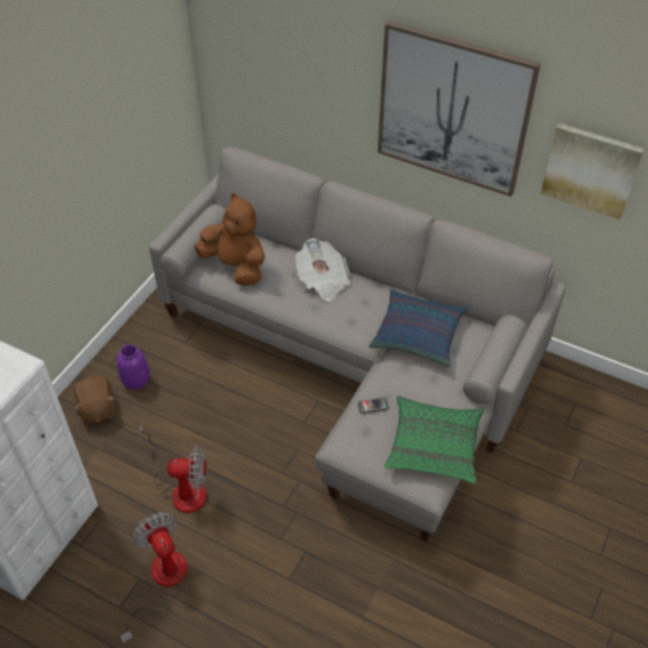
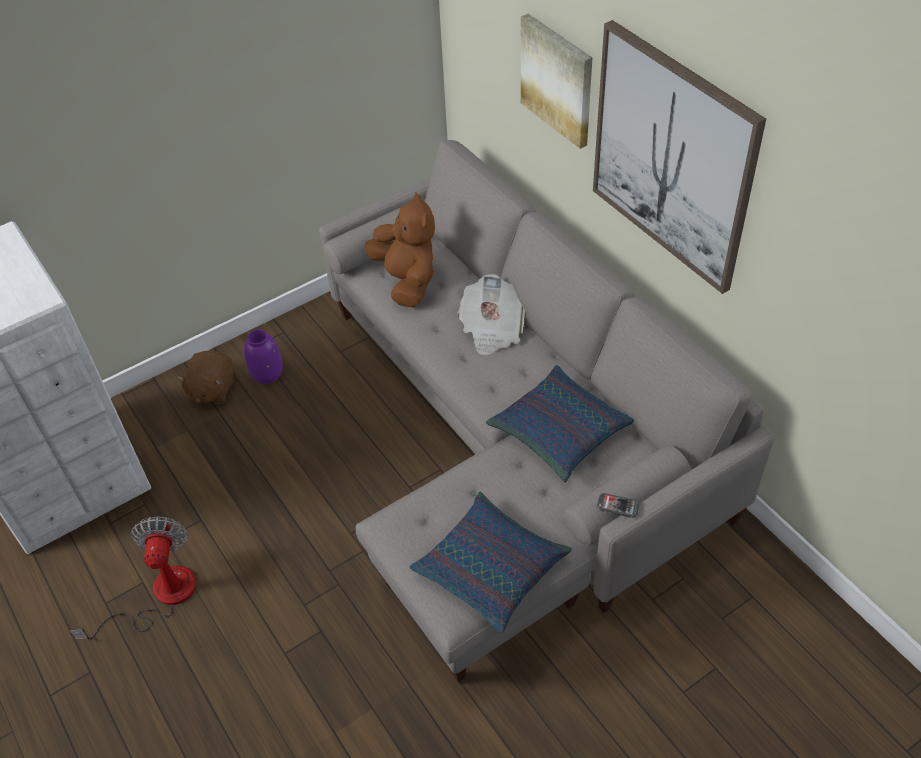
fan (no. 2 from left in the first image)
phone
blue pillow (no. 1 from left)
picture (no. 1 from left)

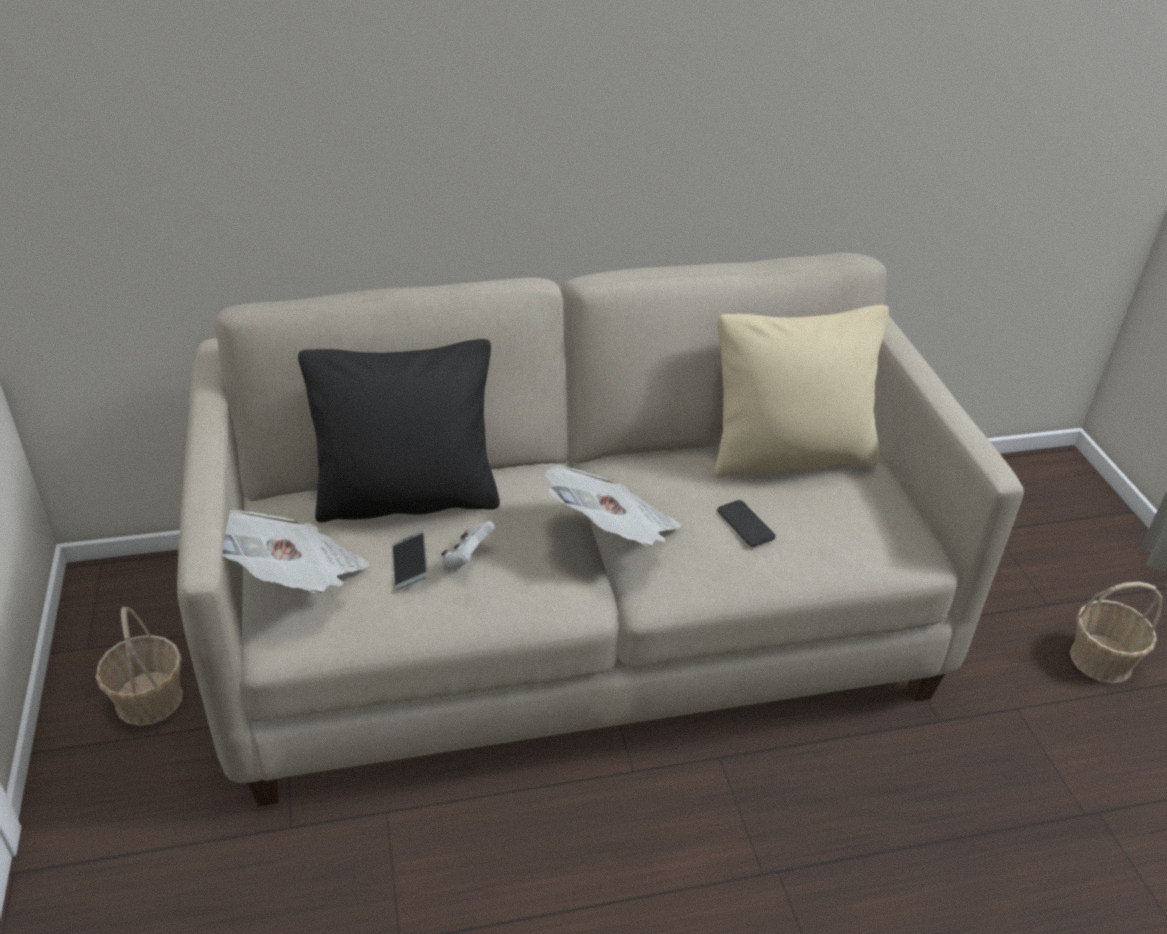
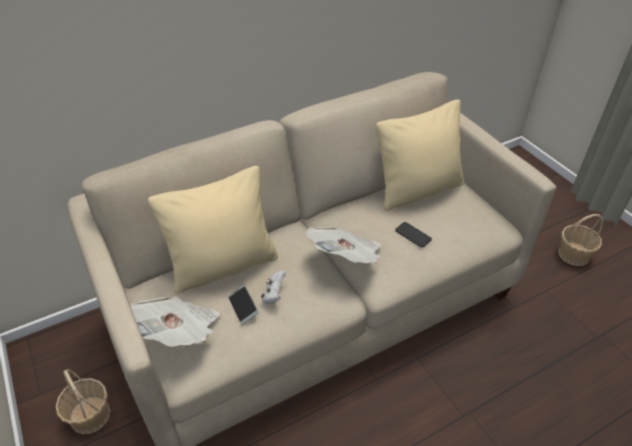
beige pillow (no. 1 from left)

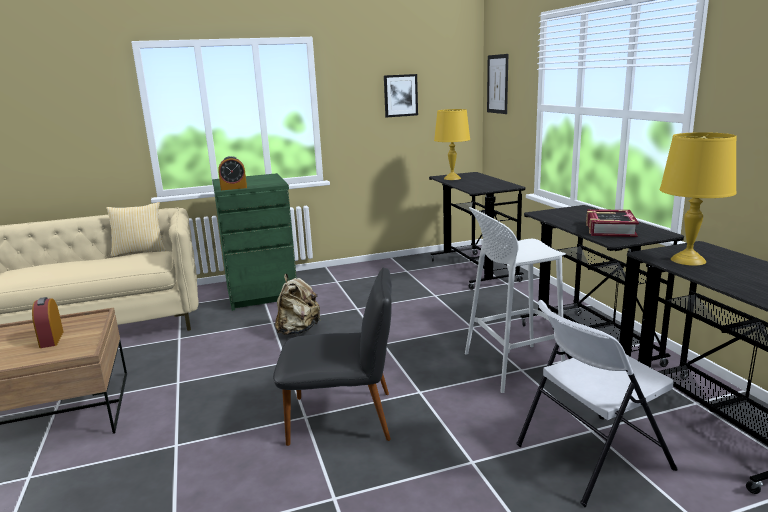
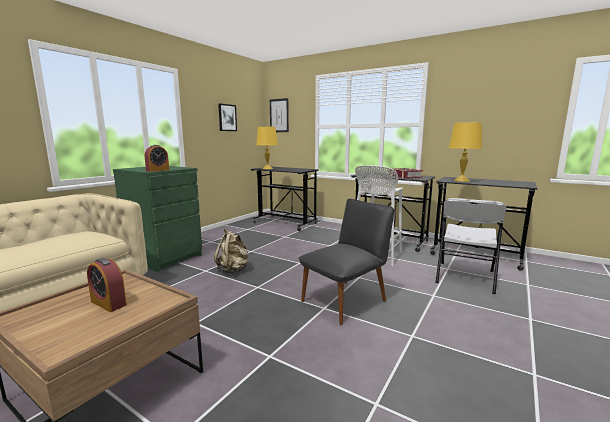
pillow

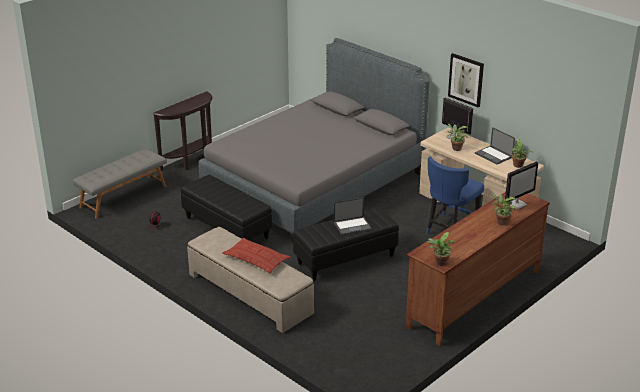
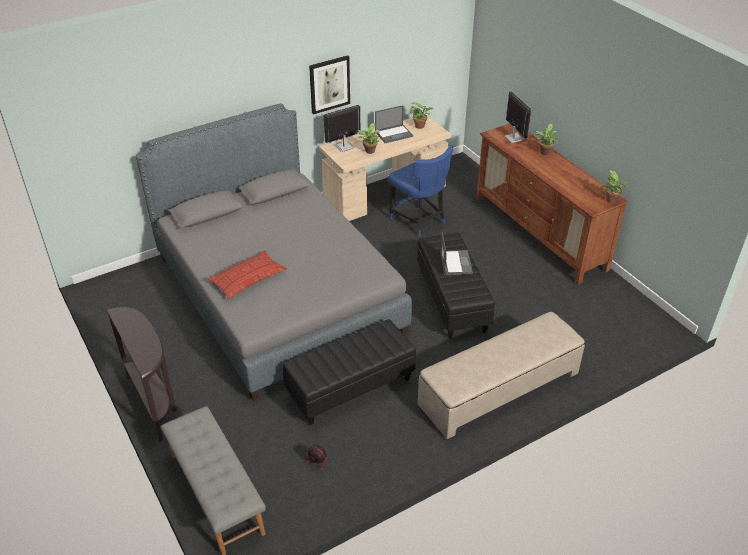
pillow

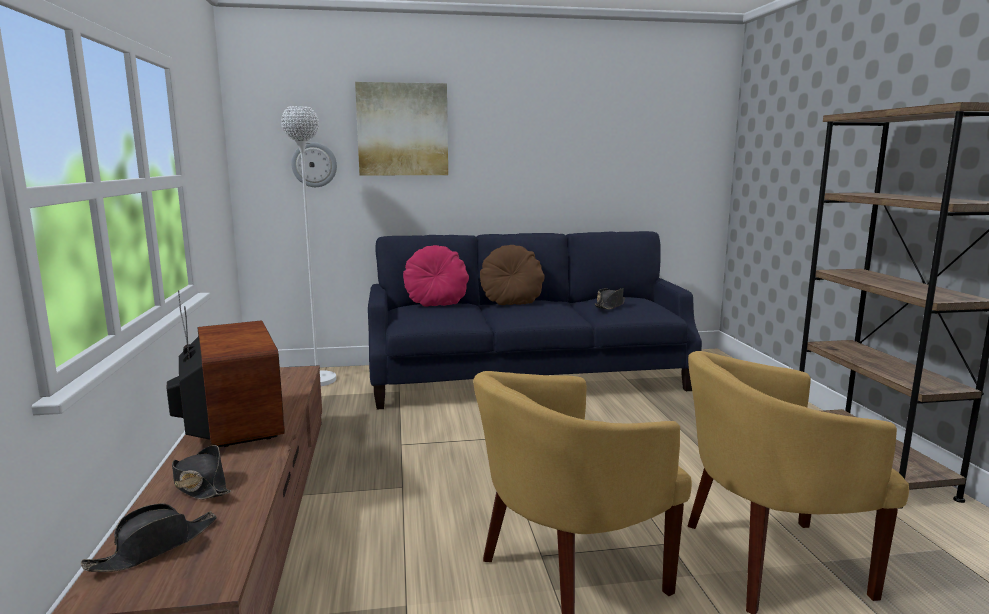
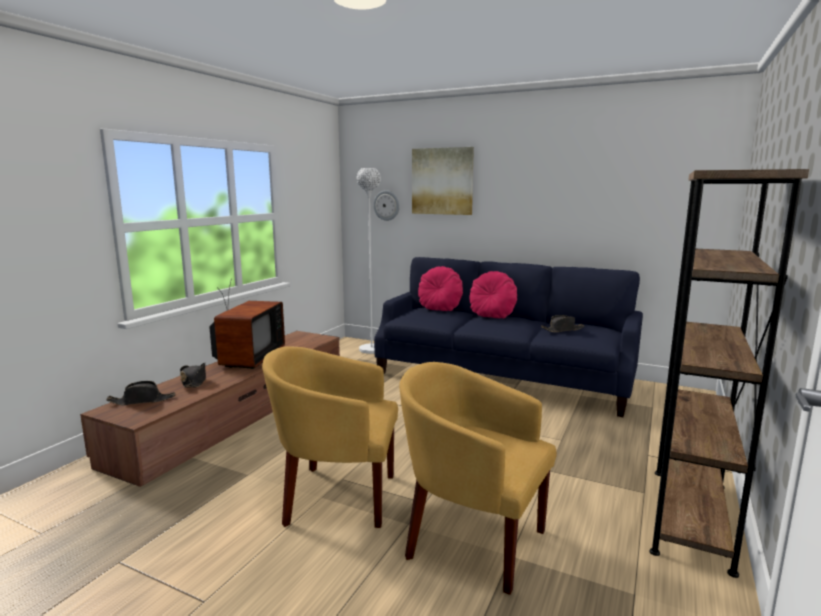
pink pillow (no. 2 from left)

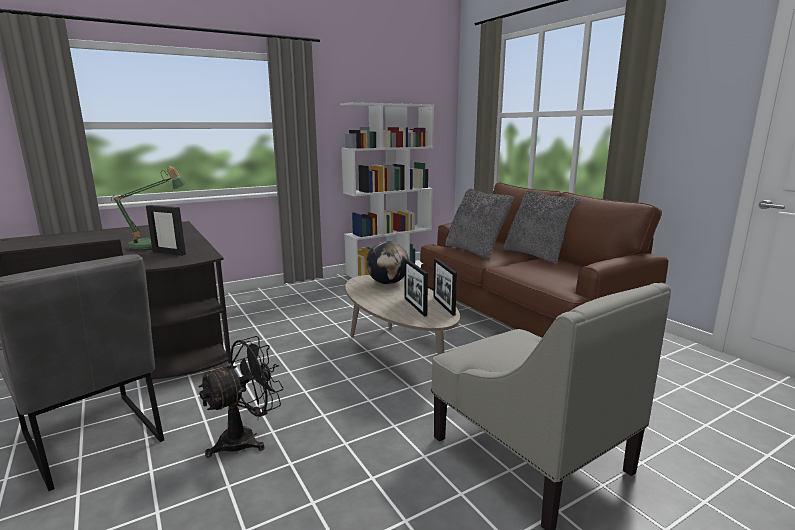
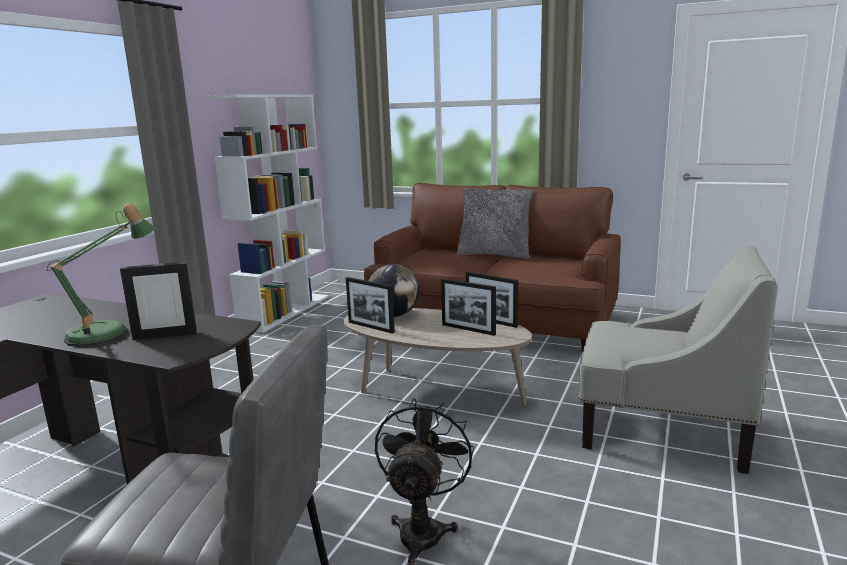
grey pillow (no. 1 from left in the first image)
picture frame (no. 2 from left)

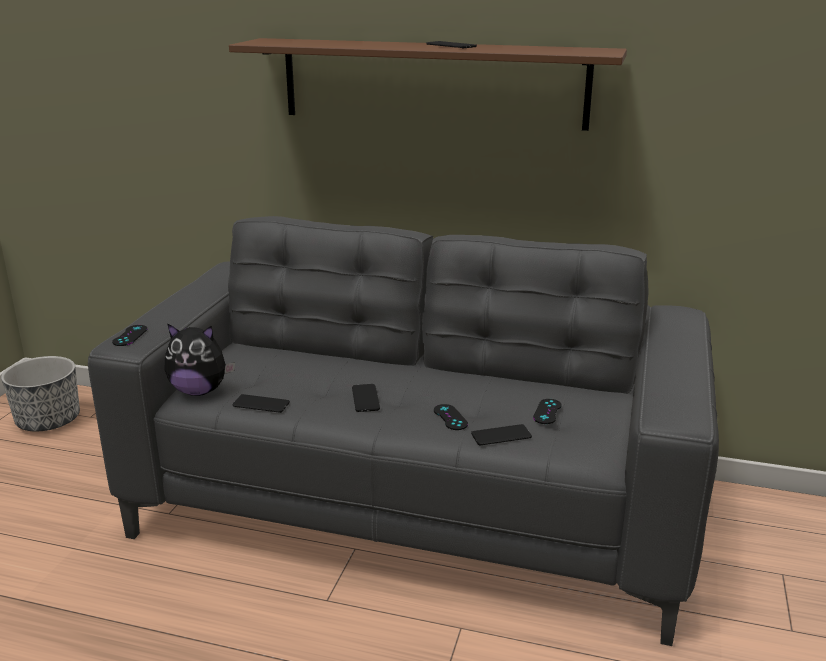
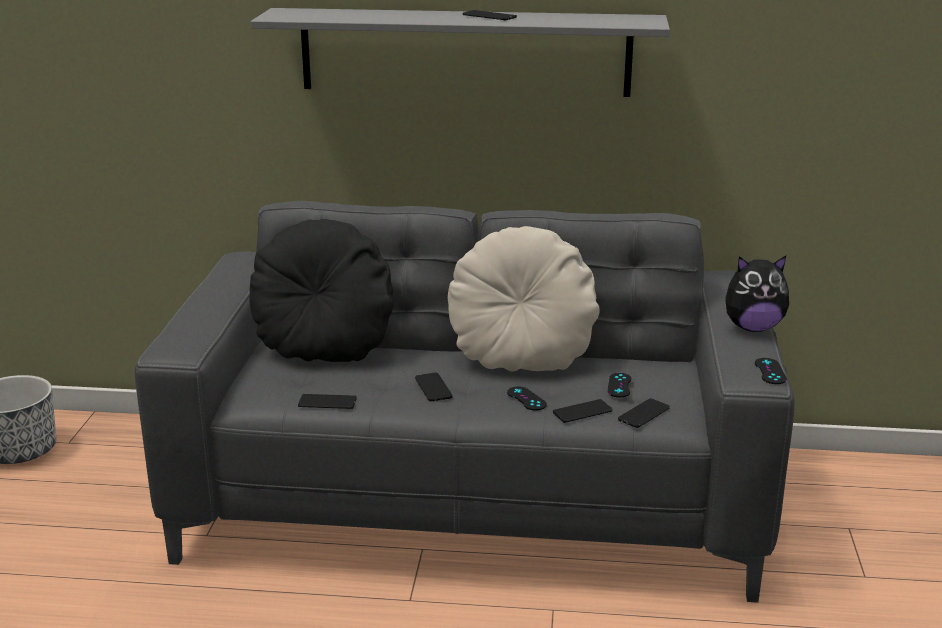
black game controller (no. 3 from left)
plush toy
grey shelf
black pillow
beige pillow
phone (no. 5 from left)

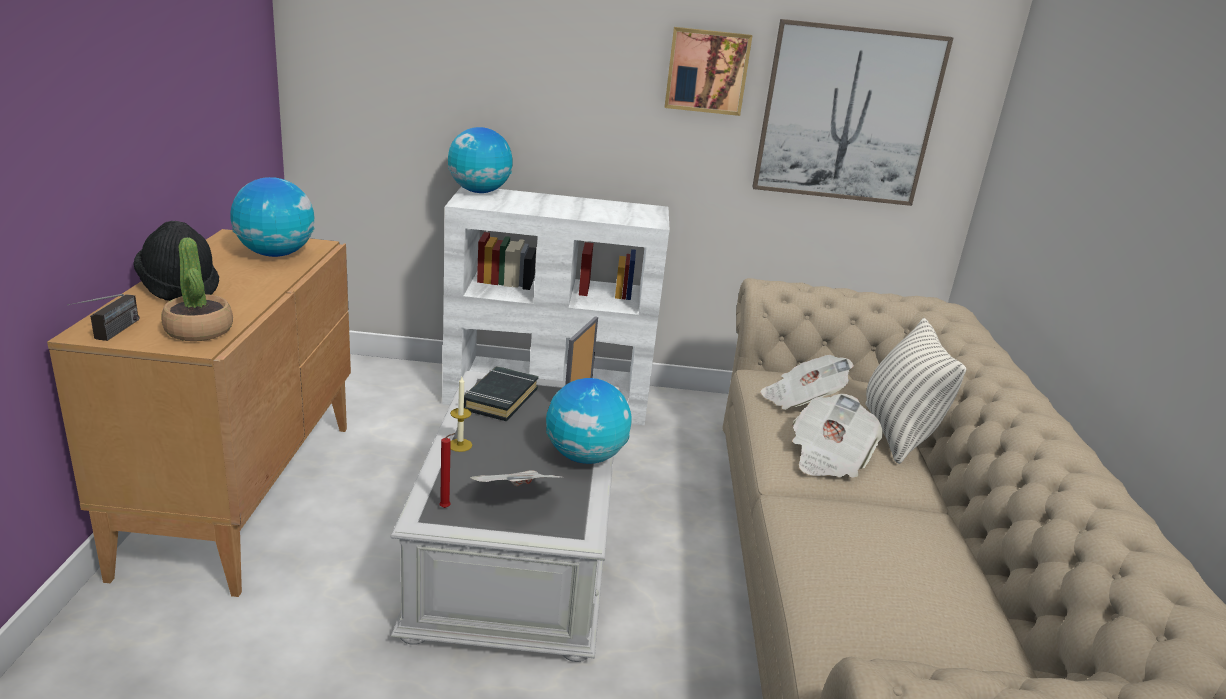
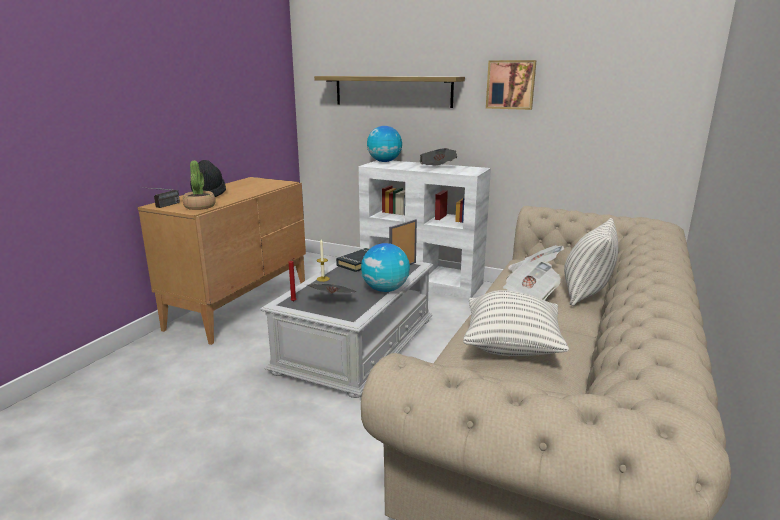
globe (no. 1 from left in the first image)
picture (no. 2 from left in the first image)
shelf
newspaper (no. 2 from left)
pillow (no. 1 from left)

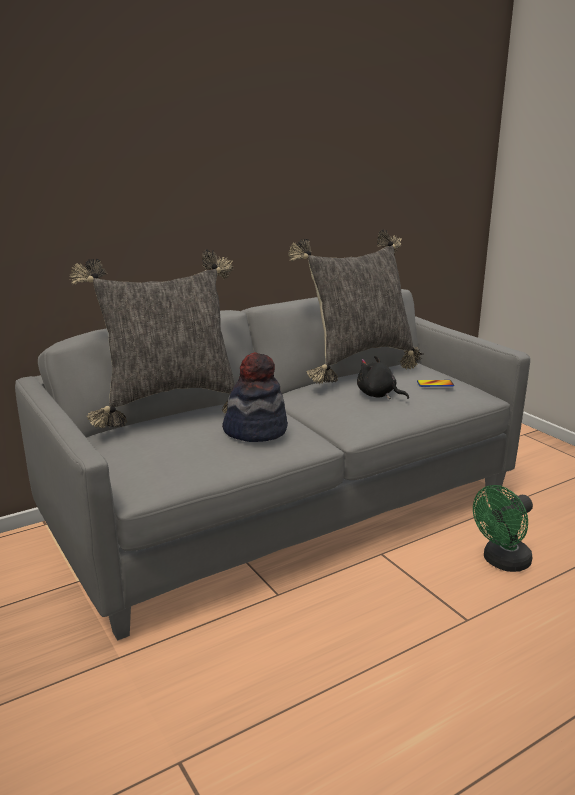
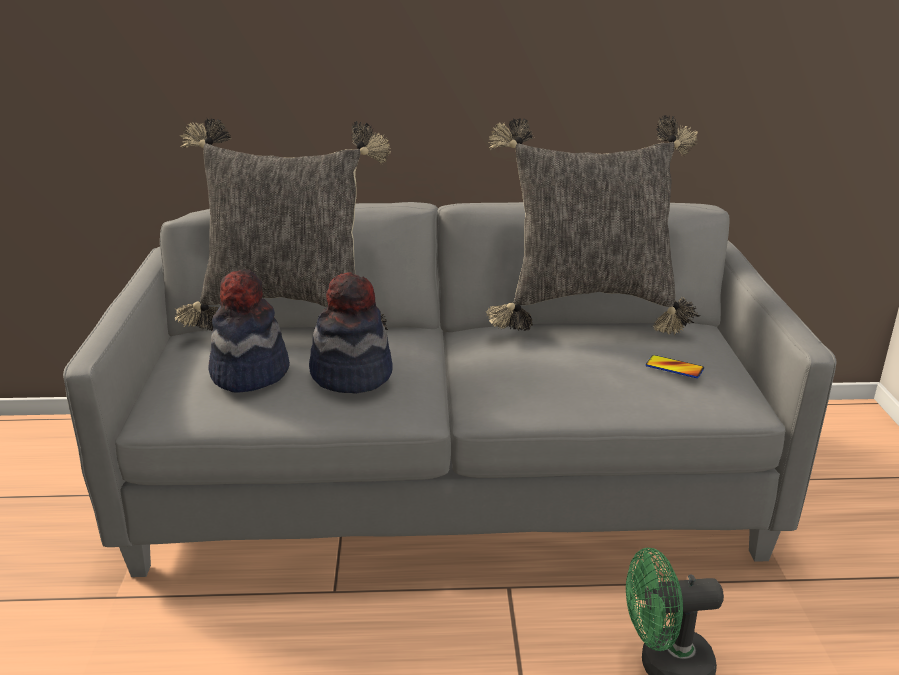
black plush toy
hat (no. 1 from left)

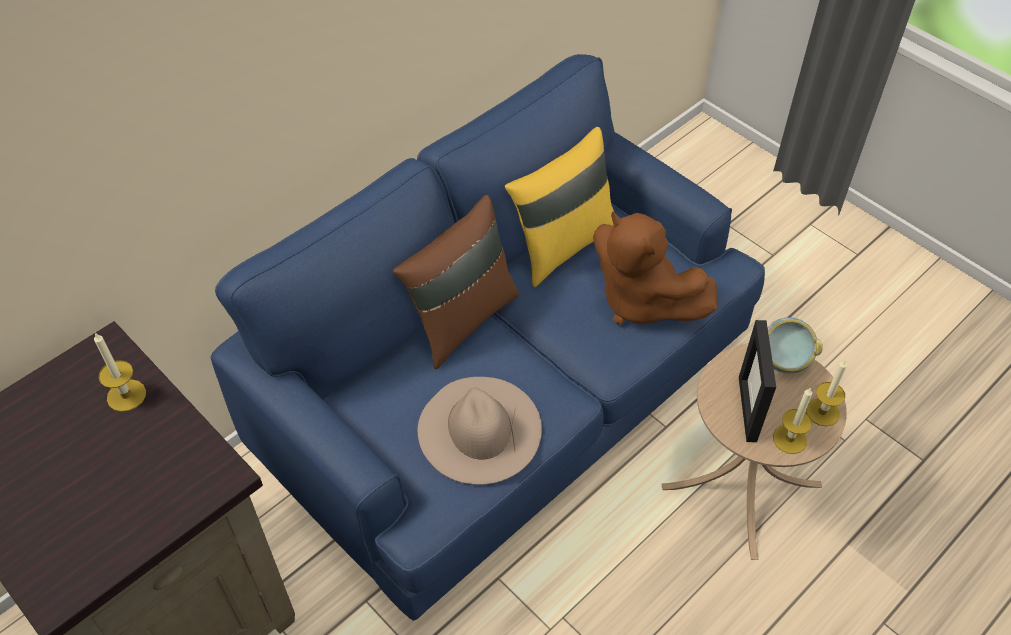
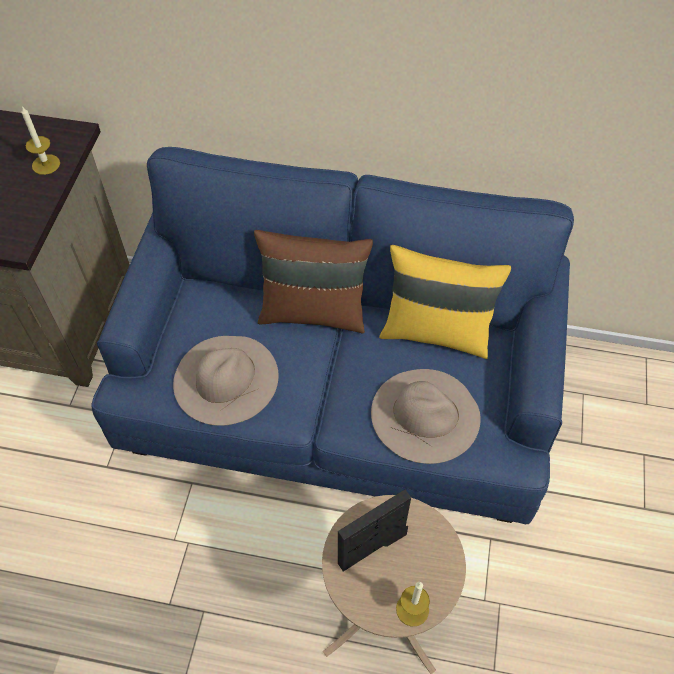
beige hat (no. 2 from left)
bowl
candle (no. 2 from left in the first image)

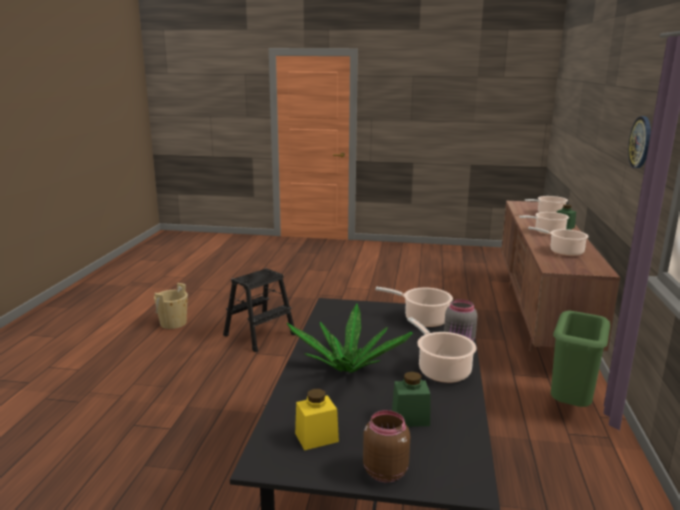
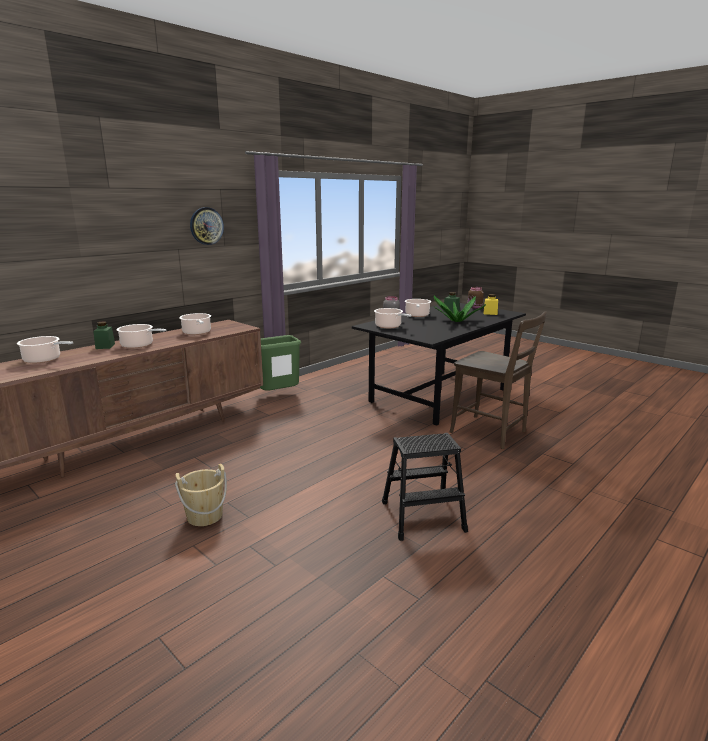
beige bucket
brown chair

